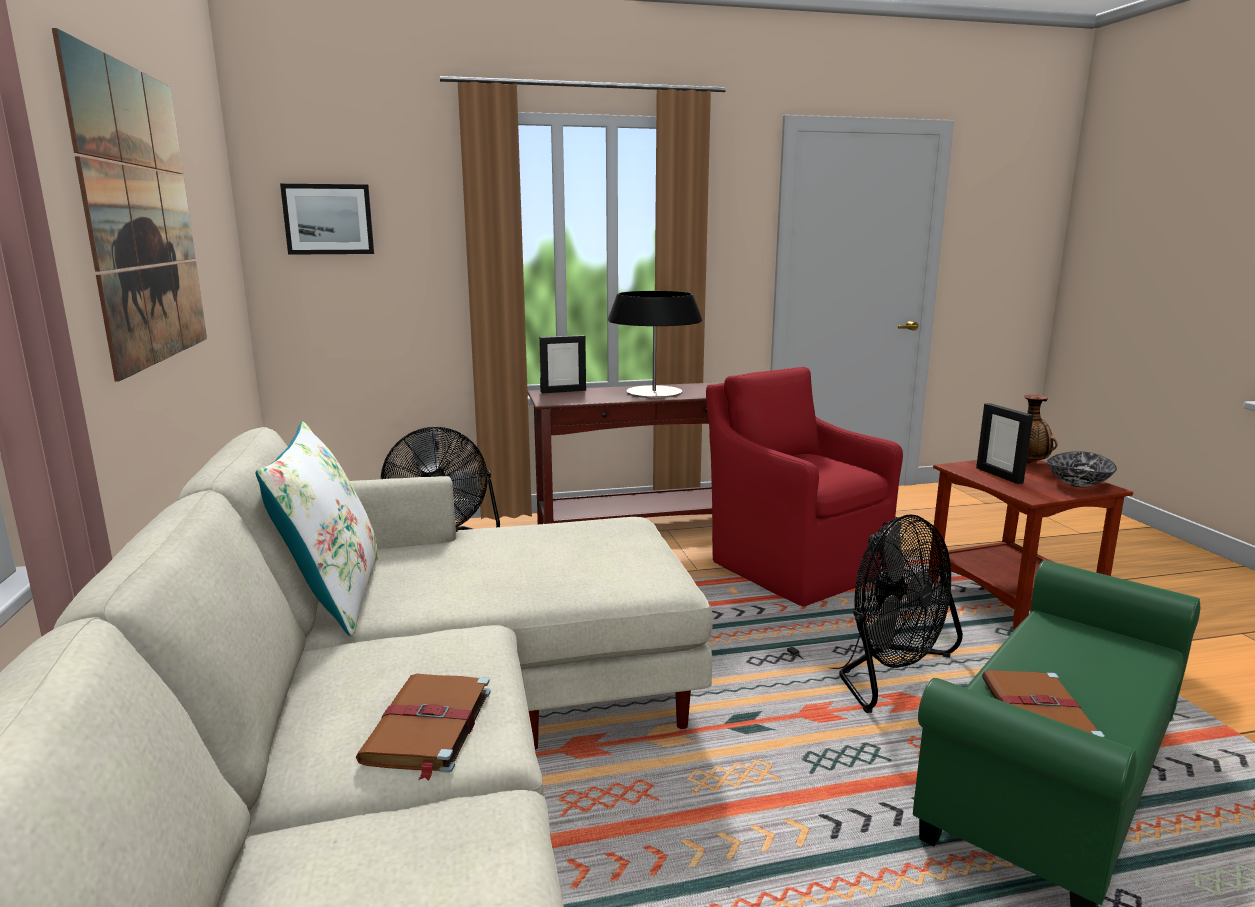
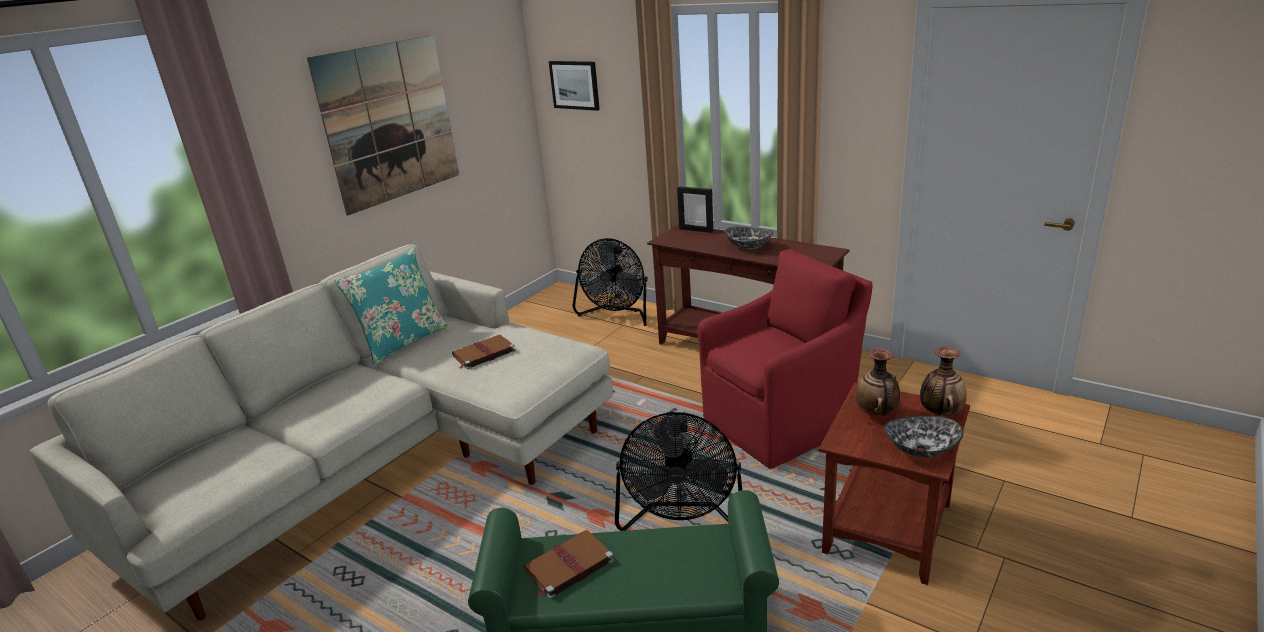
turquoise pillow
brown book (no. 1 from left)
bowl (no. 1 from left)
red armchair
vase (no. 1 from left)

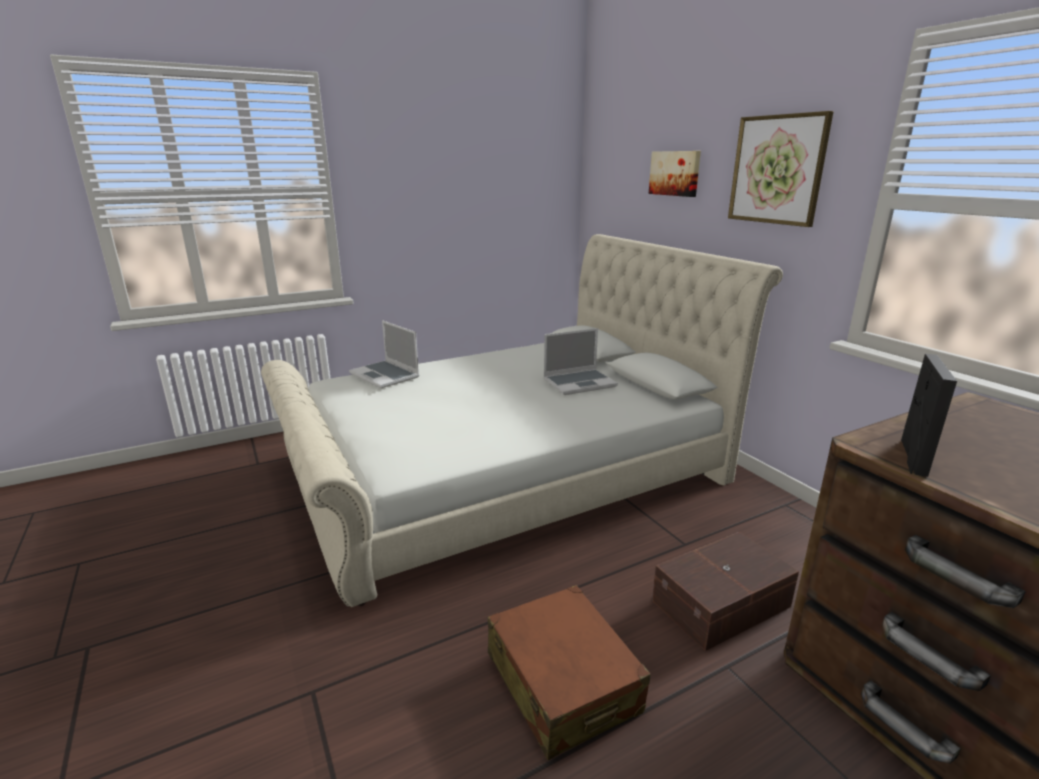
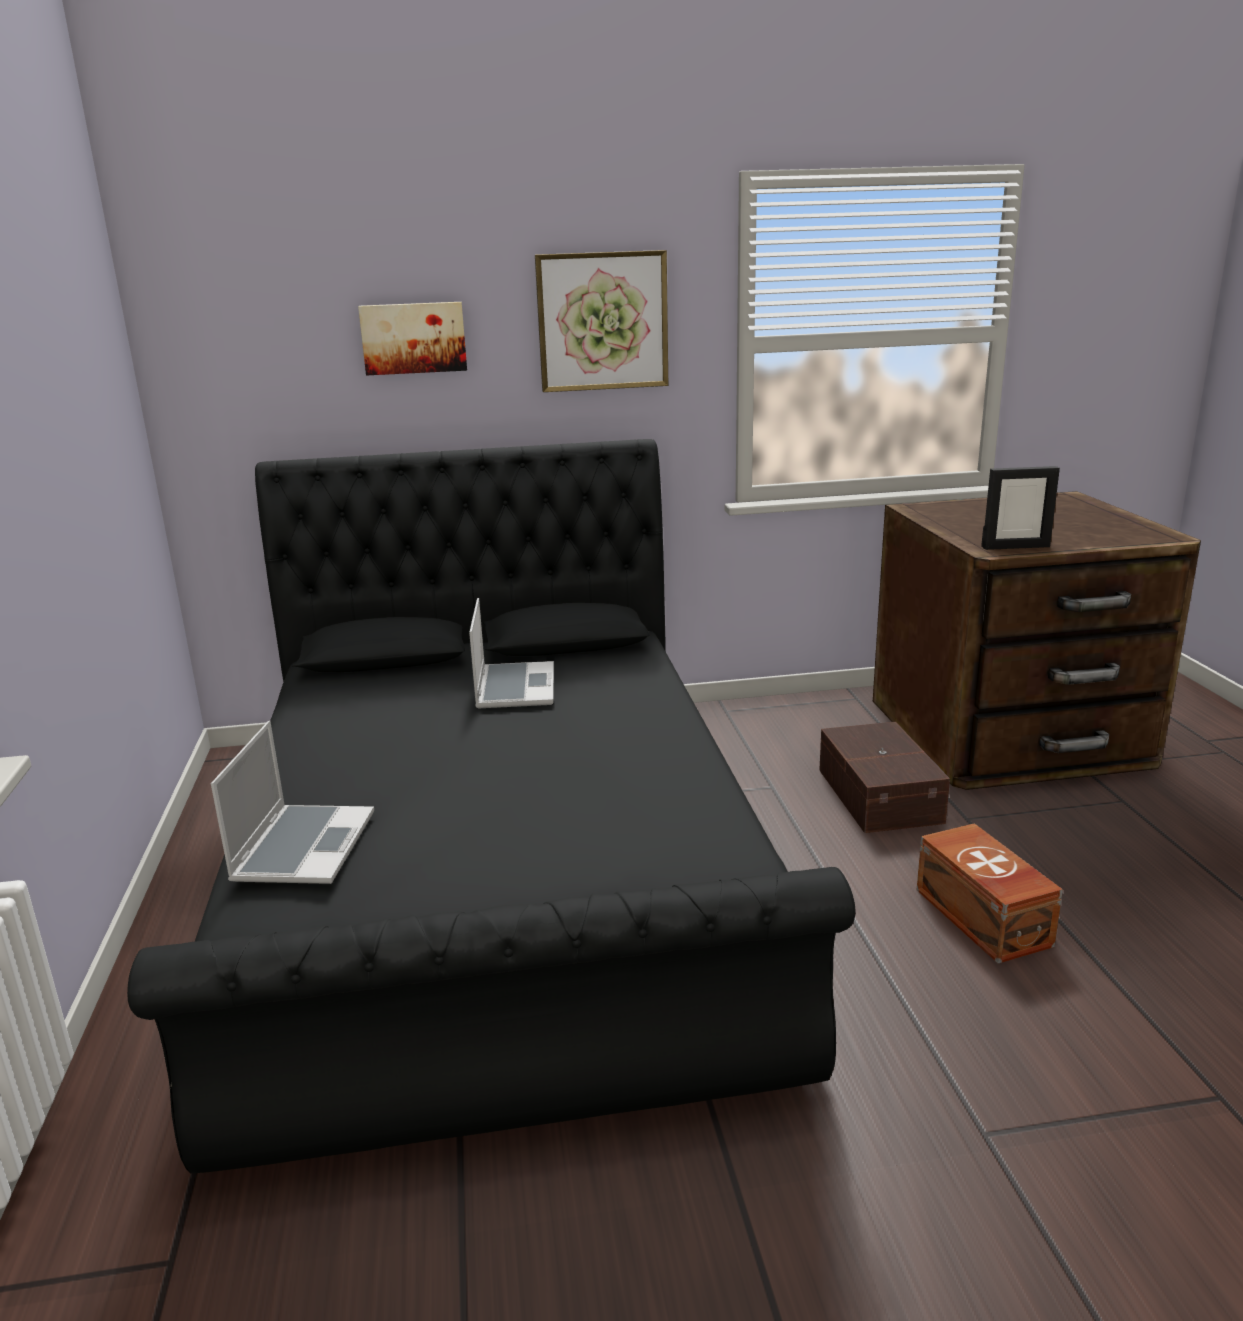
black bed
laptop (no. 1 from left)
brown storage box (no. 2 from left)
picture frame

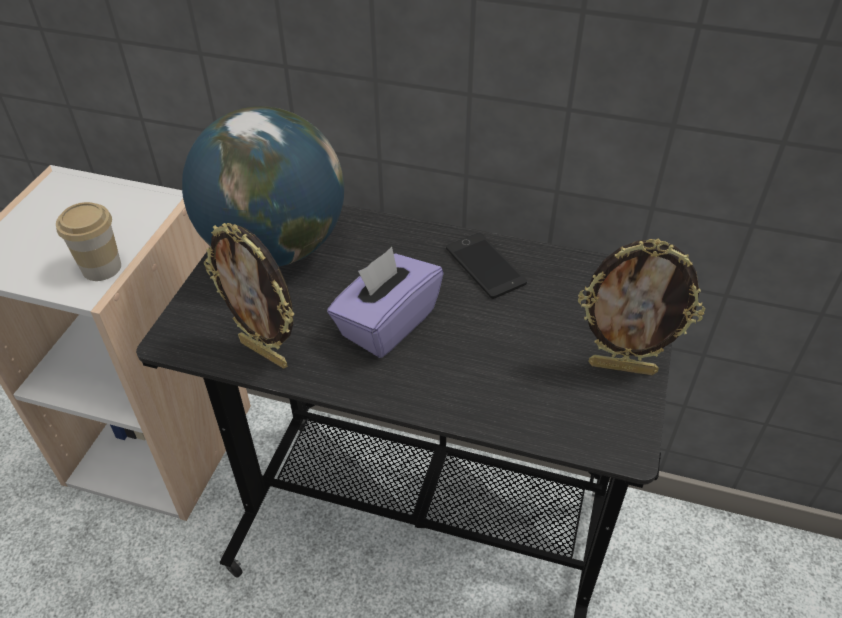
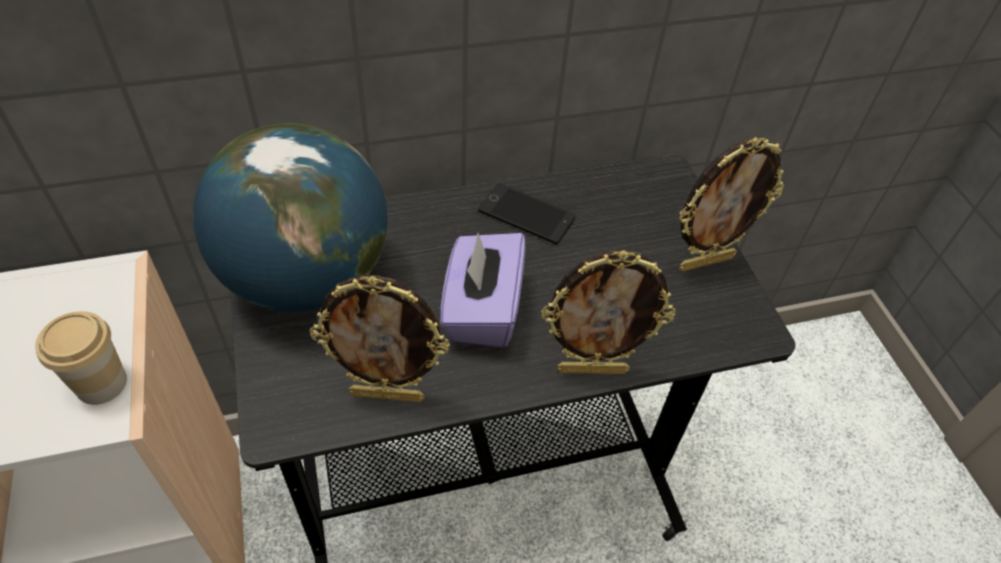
picture frame (no. 2 from left)

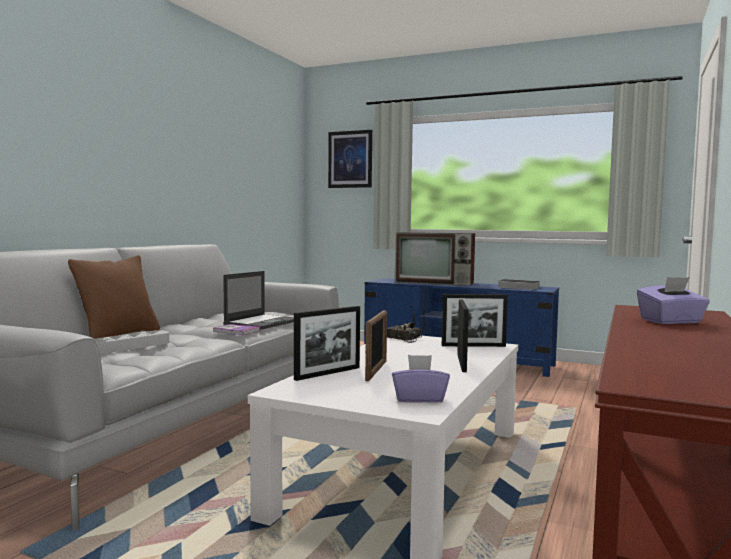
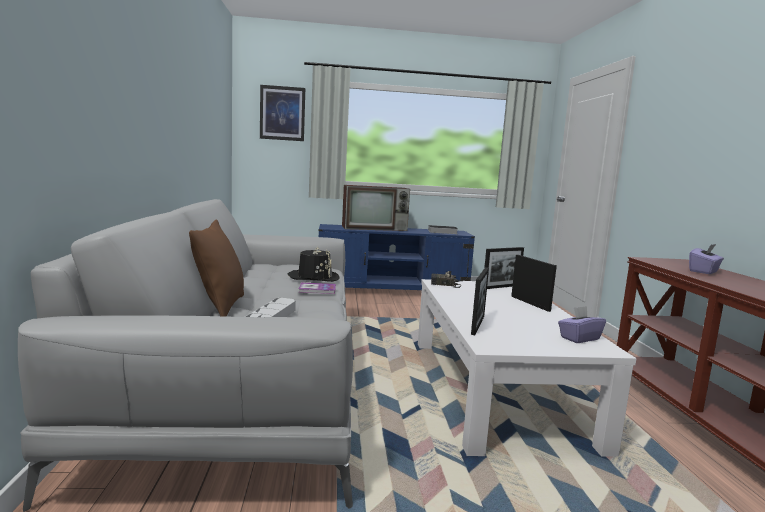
black hat
picture frame (no. 2 from left in the first image)

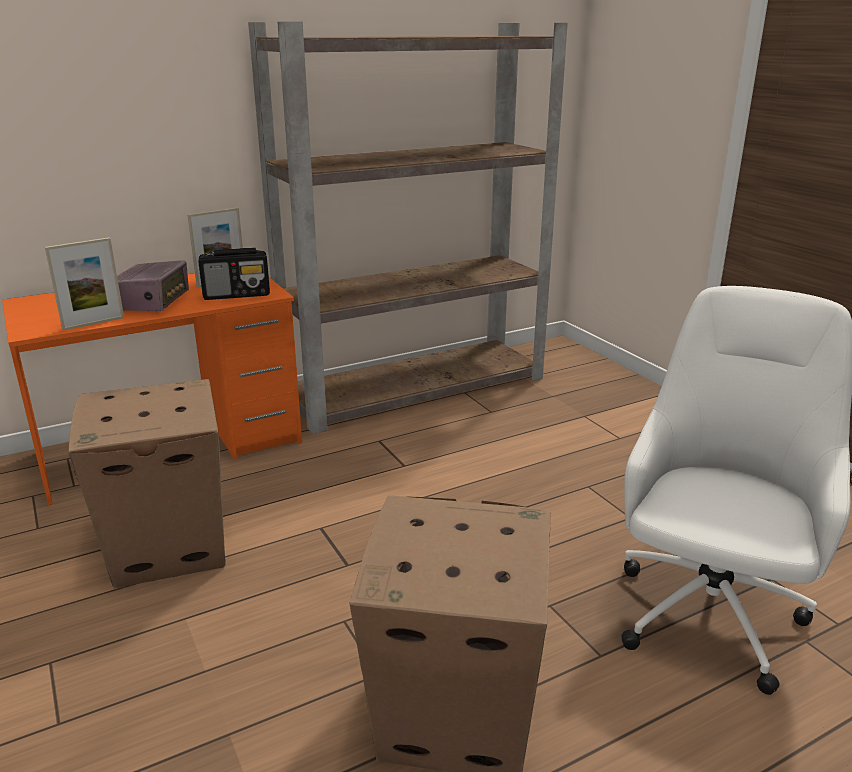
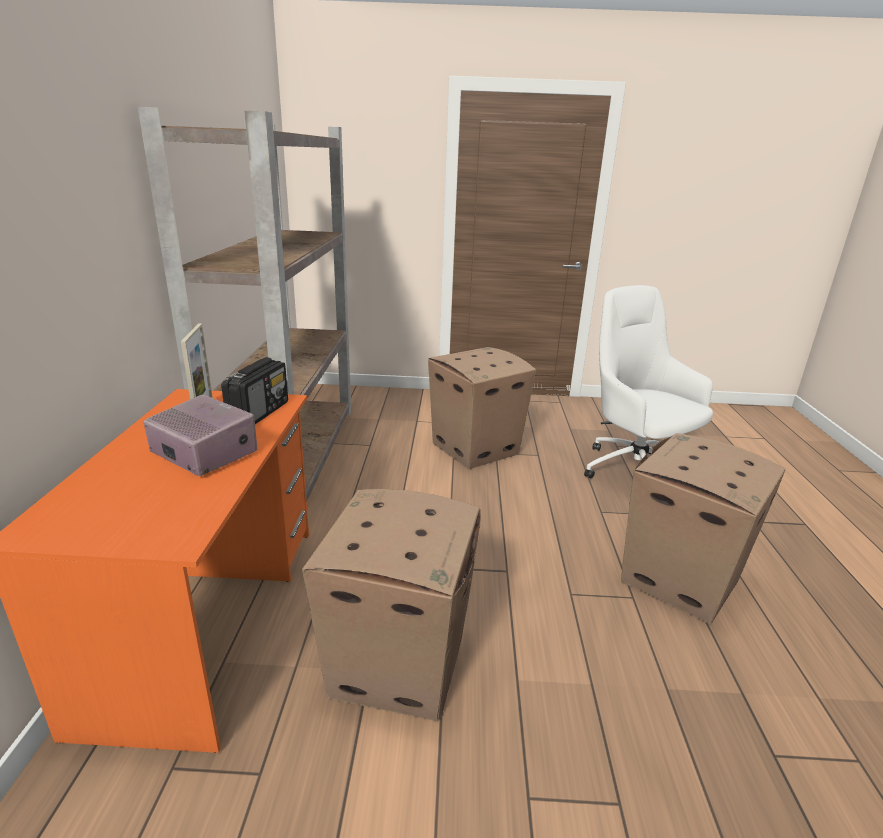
picture frame (no. 1 from left in the first image)
cardboard box (no. 2 from left)

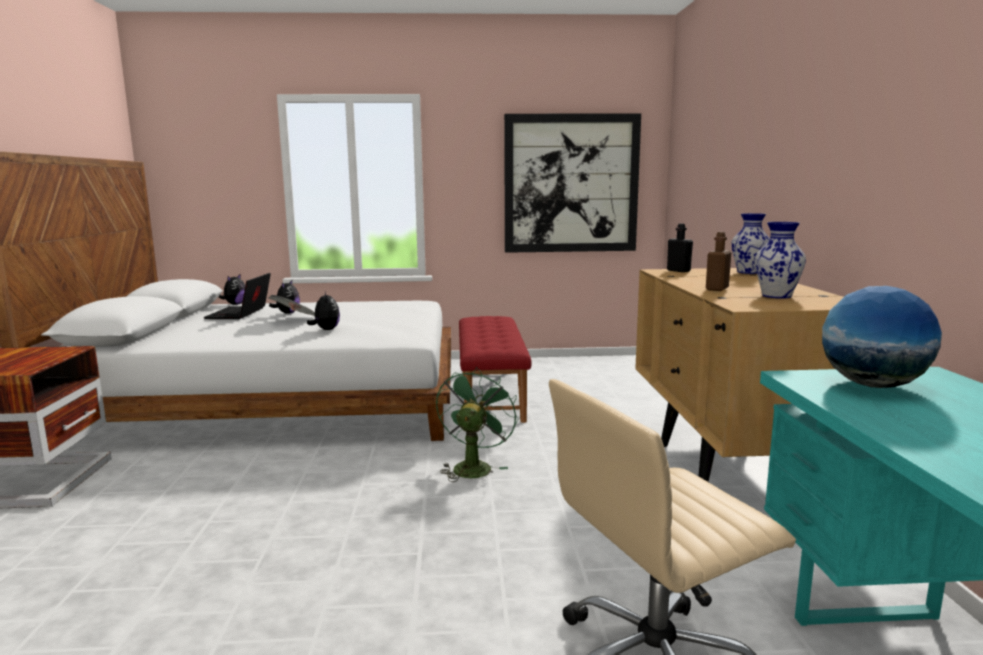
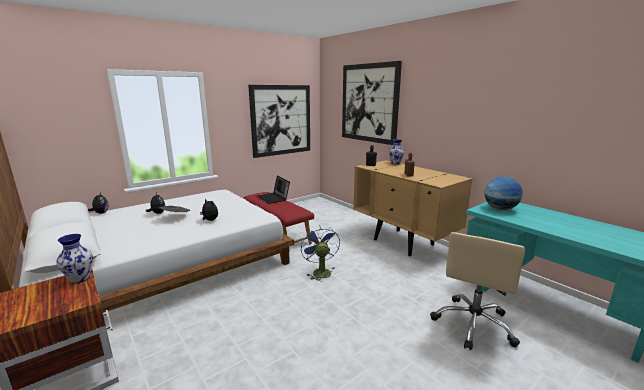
laptop
blue fan
vase (no. 1 from left)
picture (no. 2 from left)

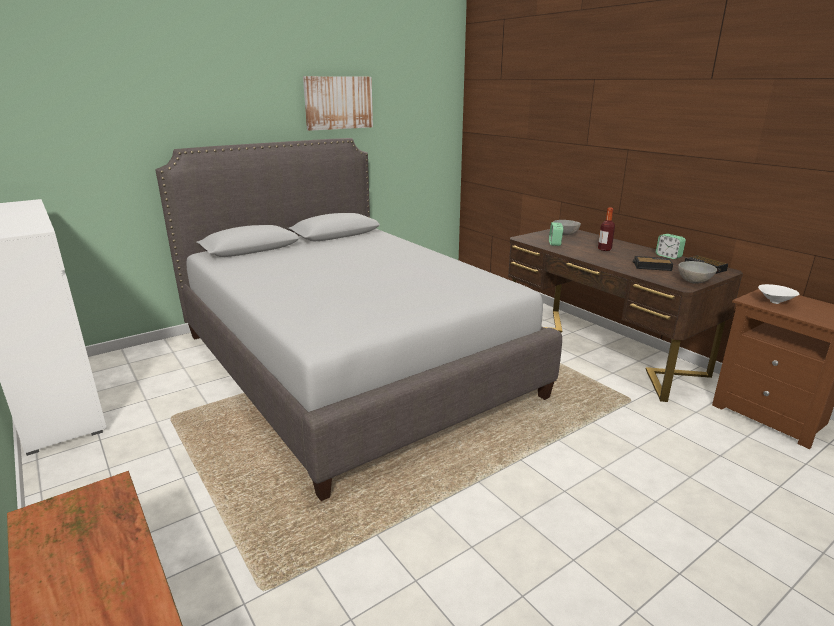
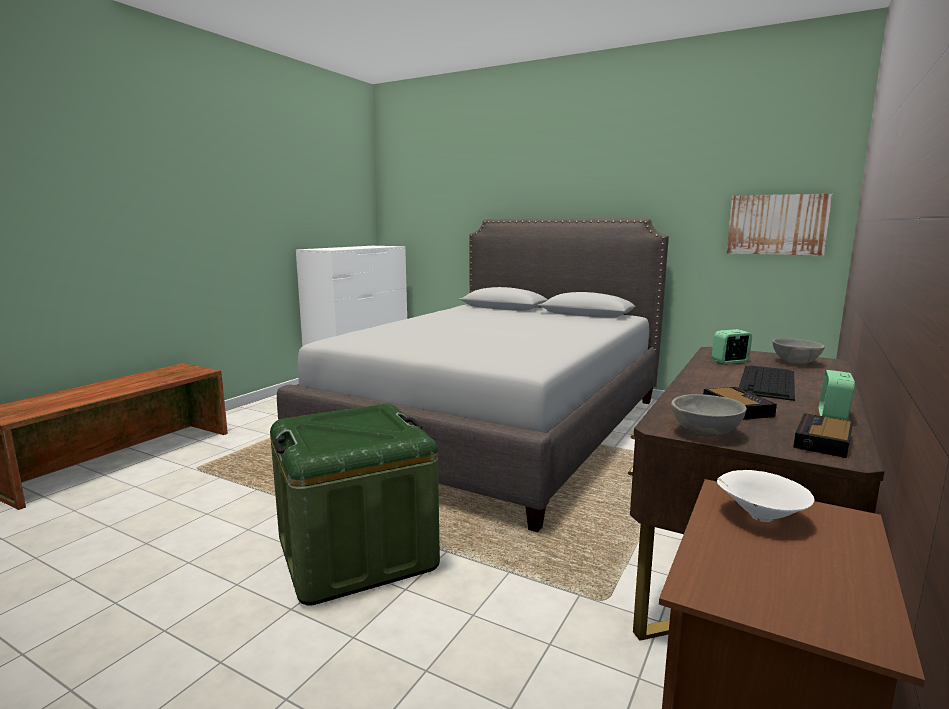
picture
keyboard
green storage box

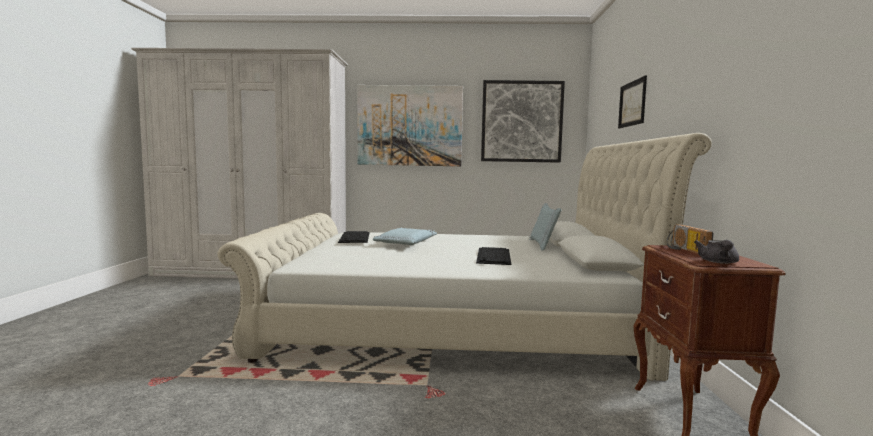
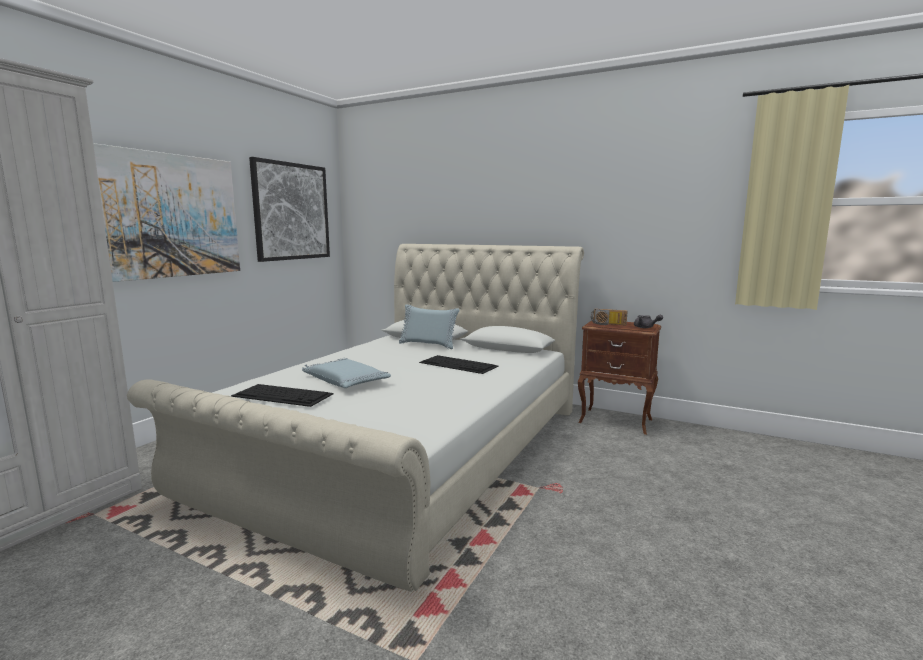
picture (no. 3 from left in the first image)

